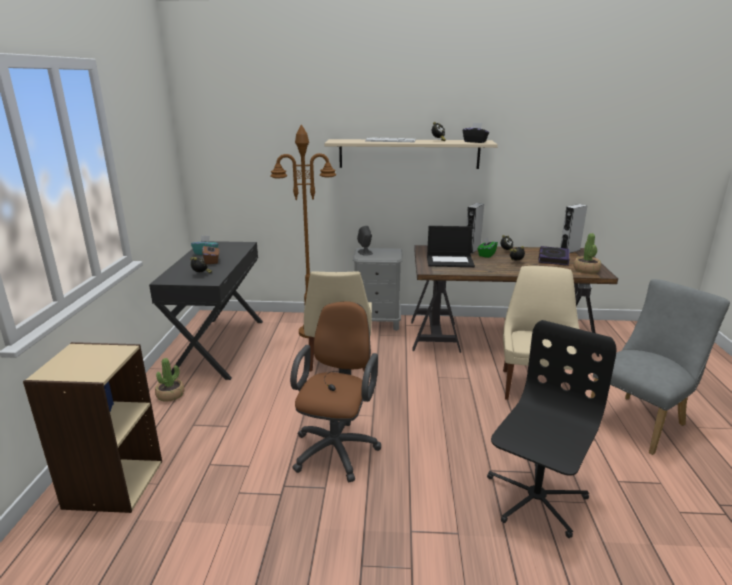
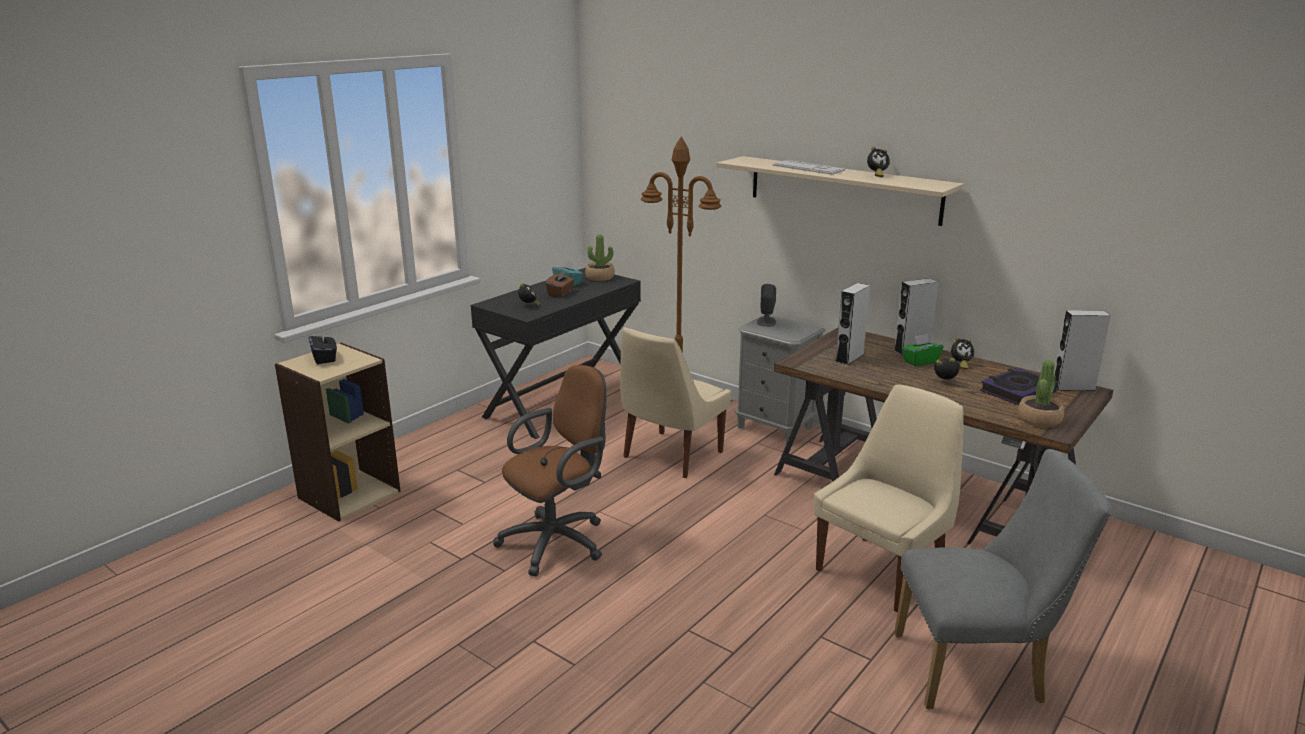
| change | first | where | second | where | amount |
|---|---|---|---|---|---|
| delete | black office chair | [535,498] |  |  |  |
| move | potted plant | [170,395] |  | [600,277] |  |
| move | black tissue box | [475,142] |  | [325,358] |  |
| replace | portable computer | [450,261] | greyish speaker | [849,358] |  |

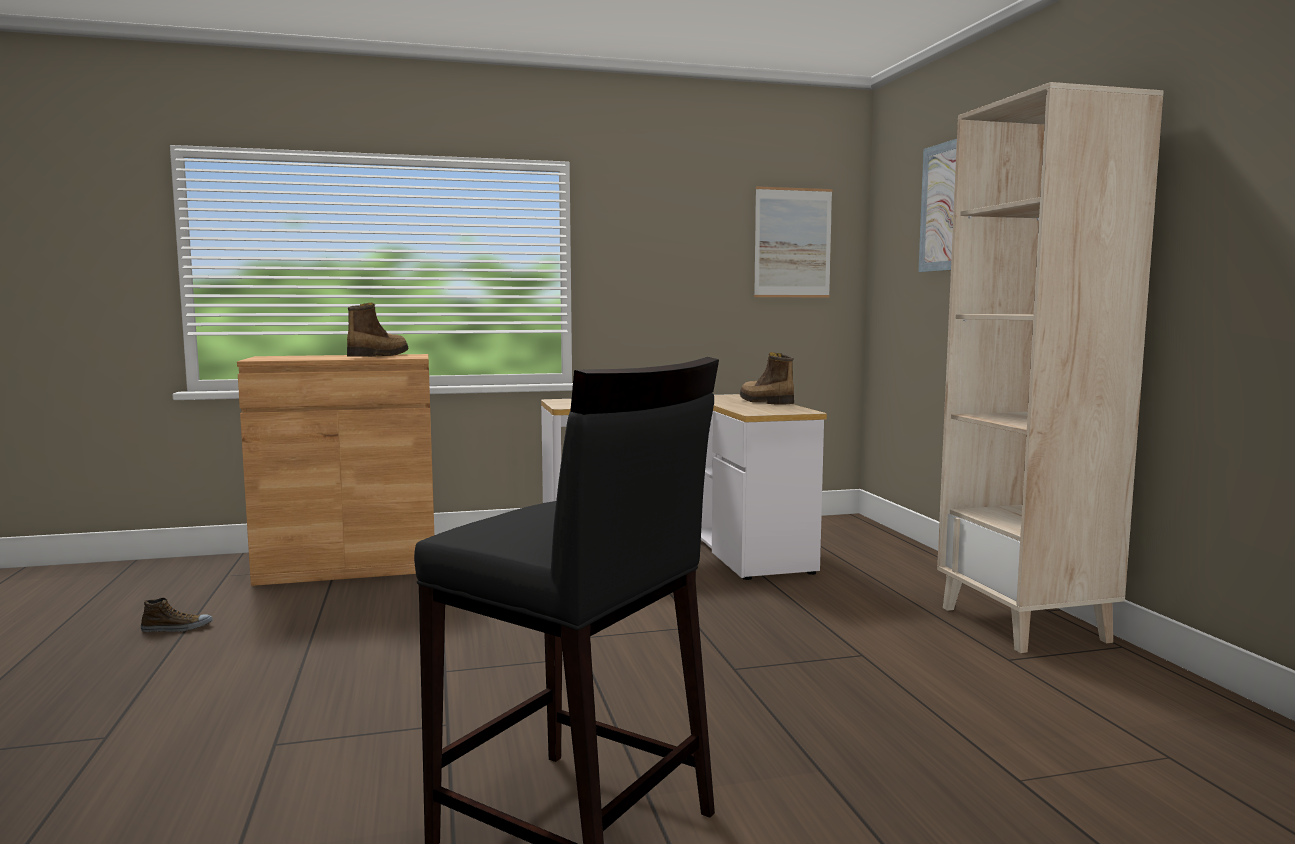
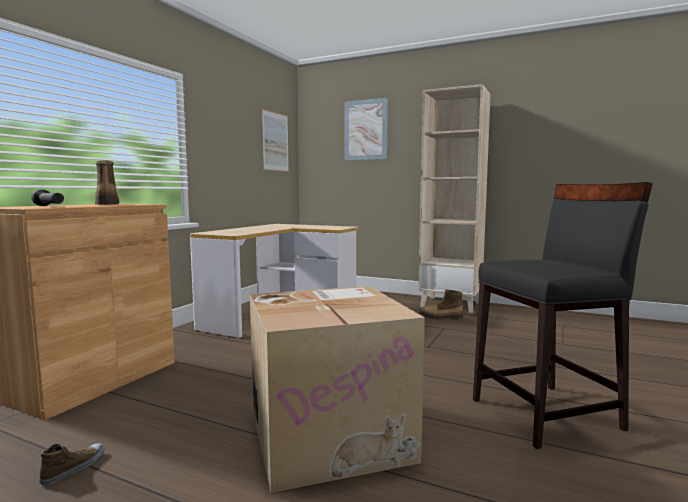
| change | first | where | second | where | amount |
|---|---|---|---|---|---|
| insert |  |  | black hand torch | [49,206] |  |
| insert |  |  | cardboard box | [330,435] |  |
| move | boot | [765,402] |  | [440,318] |  |

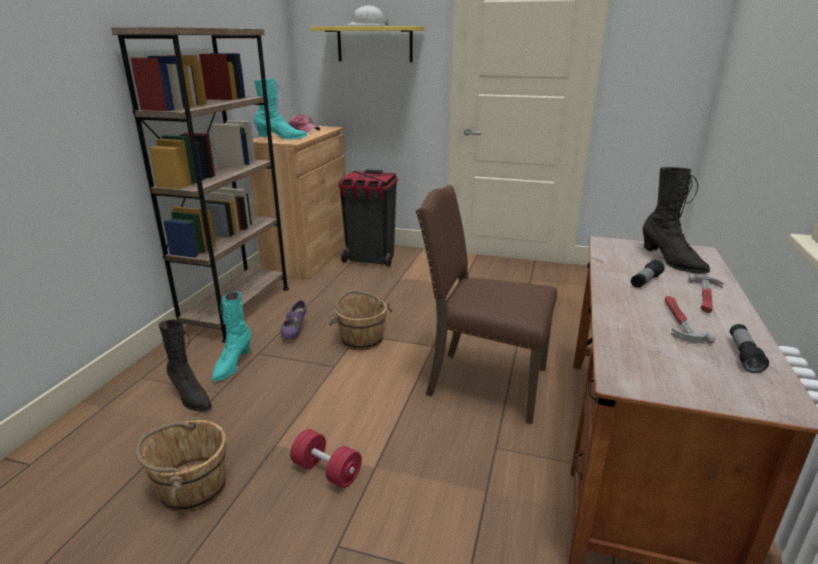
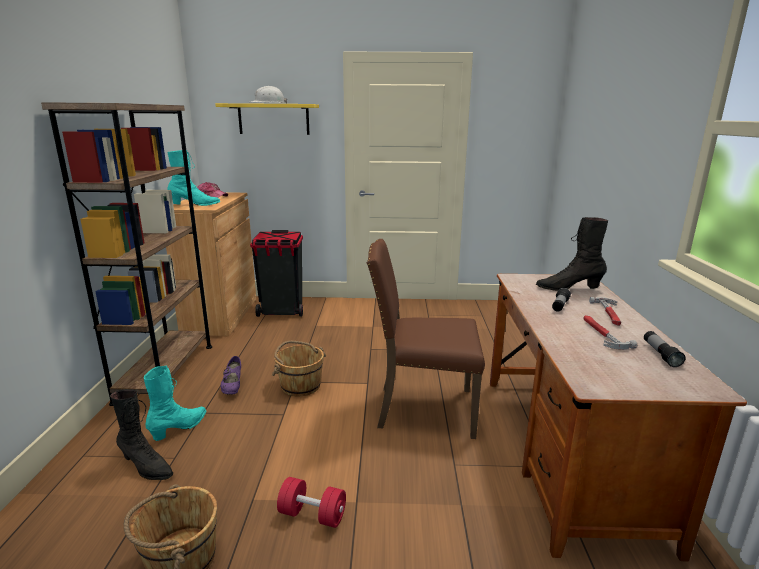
| change | first | where | second | where | amount |
|---|---|---|---|---|---|
| rotate | turquoise-coloured boot | [232,365] |  | [180,428] | 150 degrees counterclockwise |
| rotate | black boot | [671,261] |  | [568,288] | 135 degrees clockwise |

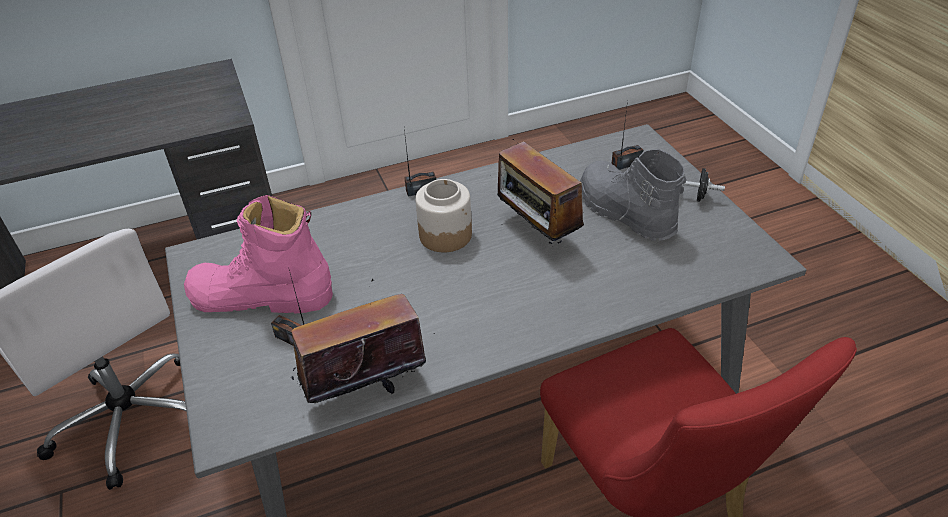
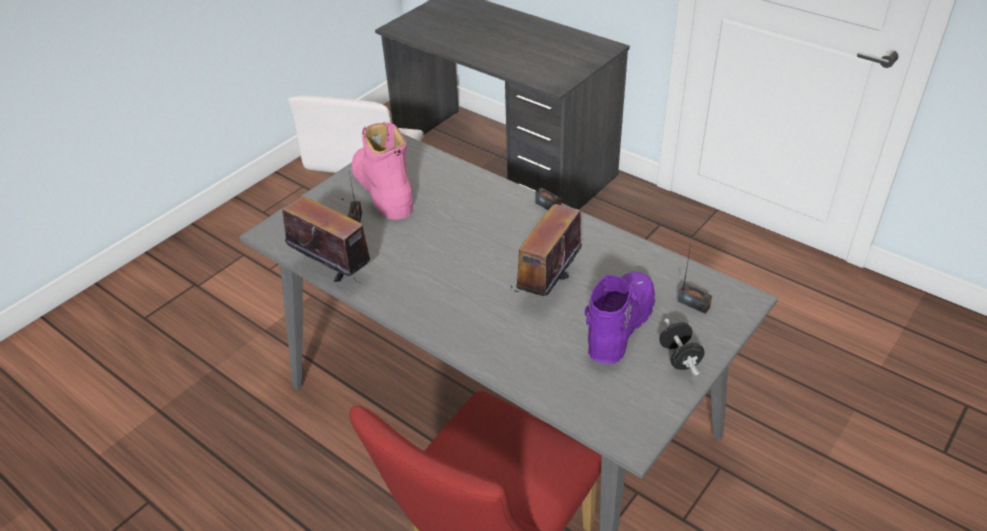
| change | first | where | second | where | amount |
|---|---|---|---|---|---|
| delete | storage jar | [445,235] |  |  |  |
| recolor | greyish boot | [624,213] | purple-coloured boot | [618,326] |  |

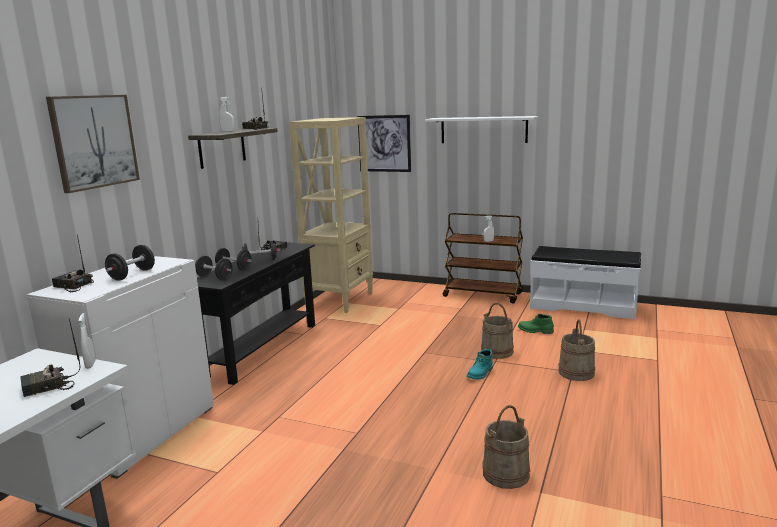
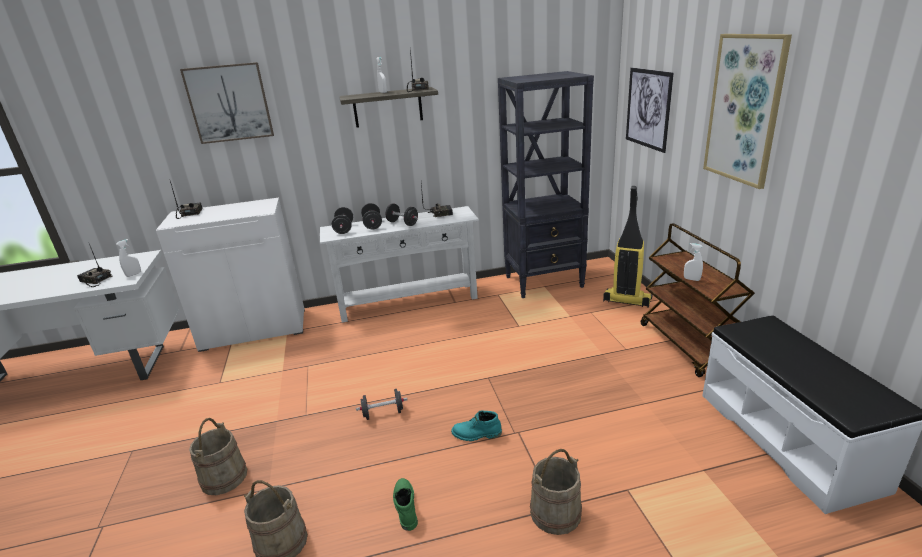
| change | first | where | second | where | amount |
|---|---|---|---|---|---|
| insert |  |  | hoover | [626,301] |  |
| move | black dumbbell | [132,275] |  | [383,413] |  |
| move | sand-coloured water bucket | [497,352] |  | [223,477] |  |
| move | green-coloured boot | [535,331] |  | [405,507] |  |
| replace | white-coloured wall shelf | [483,130] | picture | [744,110] |  |
| recolor | black hall table | [263,349] | white-coloured hall table | [408,302] |  |
| recolor | sand-coloured bookcase | [340,300] | black bookcase | [544,282] |  |

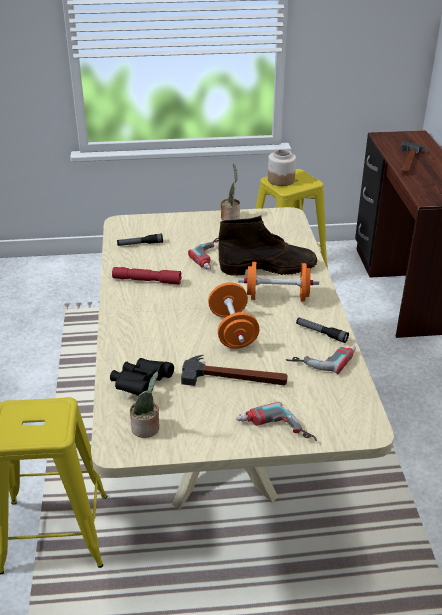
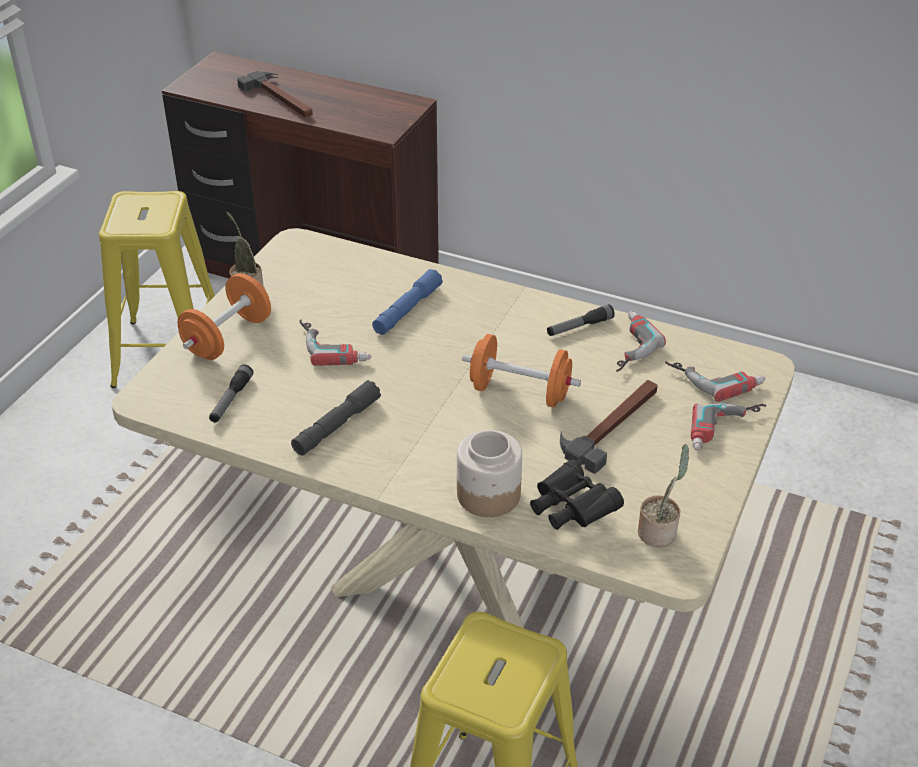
| change | first | where | second | where | amount |
|---|---|---|---|---|---|
| insert |  |  | electric drill | [715,377] |  |
| move | orange dumbbell | [277,297] |  | [228,337] |  |
| move | storage jar | [280,180] |  | [487,494] |  |
| replace | brown-coloured boot | [268,267] | blue-coloured hand torch | [407,309] |  |
| recolor | red hand torch | [147,281] | greyish hand torch | [337,426] |  |

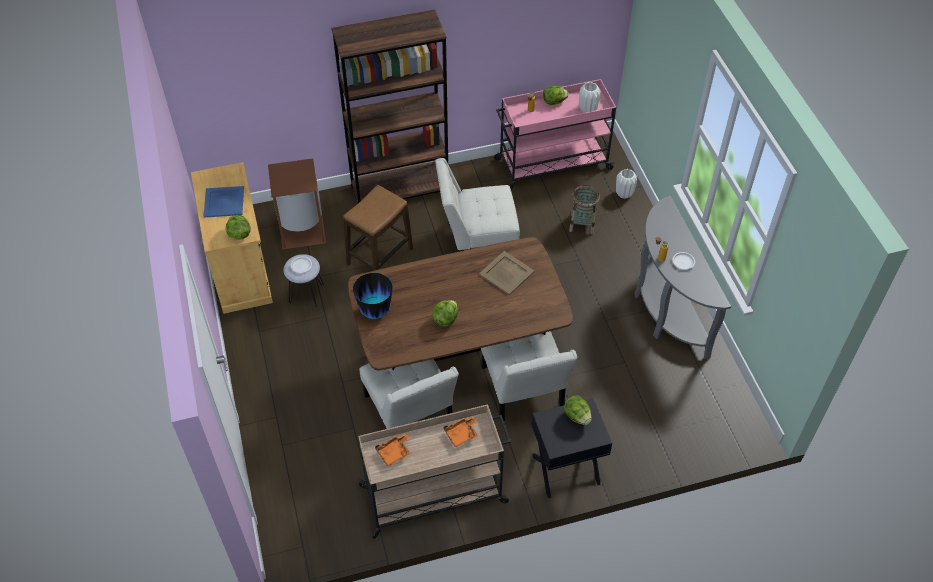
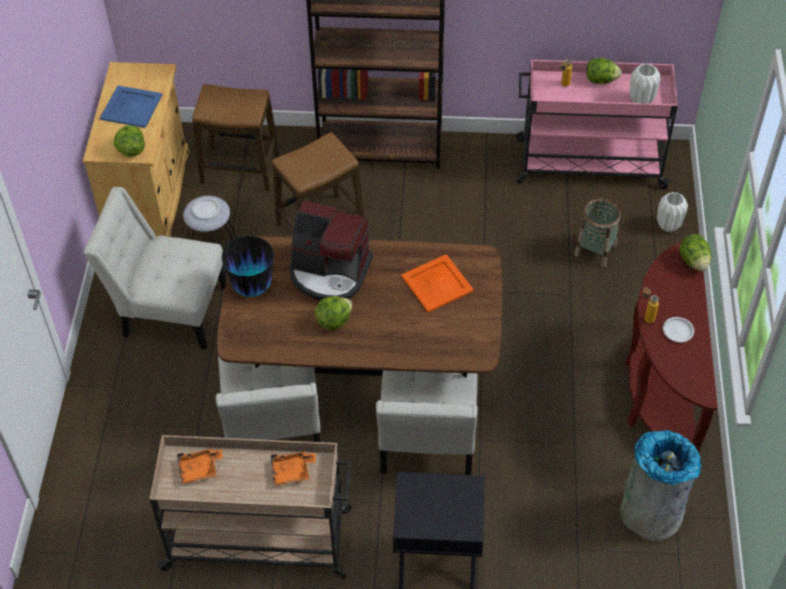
| change | first | where | second | where | amount |
|---|---|---|---|---|---|
| insert |  |  | coffee brewer | [329,272] |  |
| insert |  |  | greyish trash can | [651,515] |  |
| move | white-coloured plain chair | [477,241] |  | [169,309] |  |
| move | lettuce head | [577,416] |  | [693,261] |  |
| replace | brown-coloured trash can | [301,231] | stool seat | [239,169] |  |
| recolor | sand-coloured carrying tray | [506,273] | orange carrying tray | [437,284] |  |
| recolor | greyish hall table | [666,310] | brown-coloured hall table | [659,393] |  |

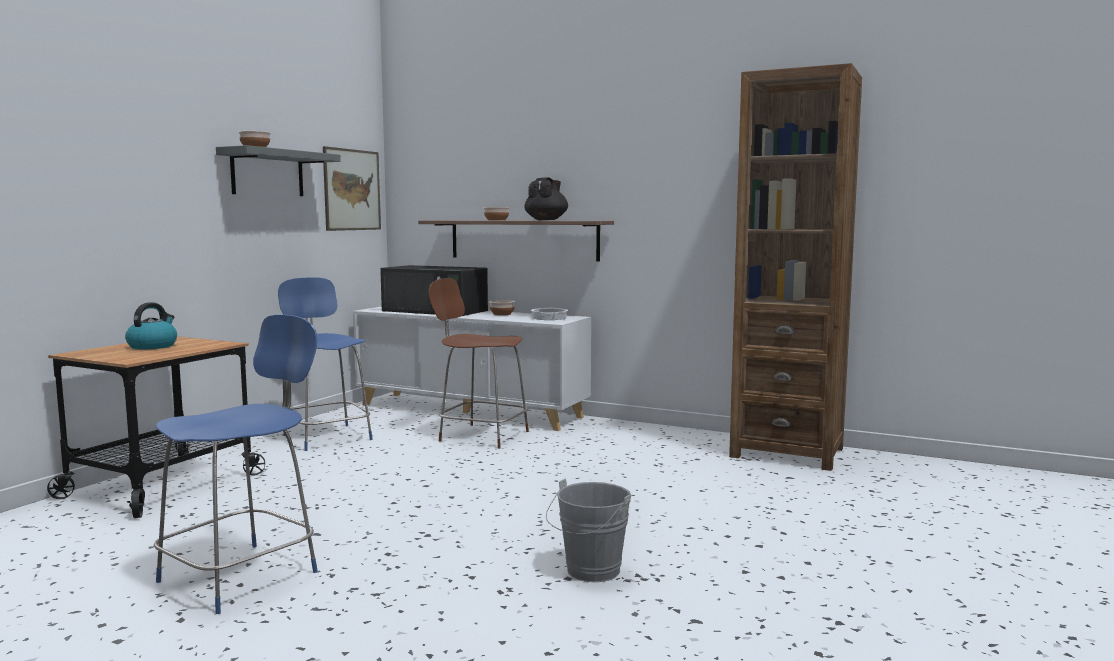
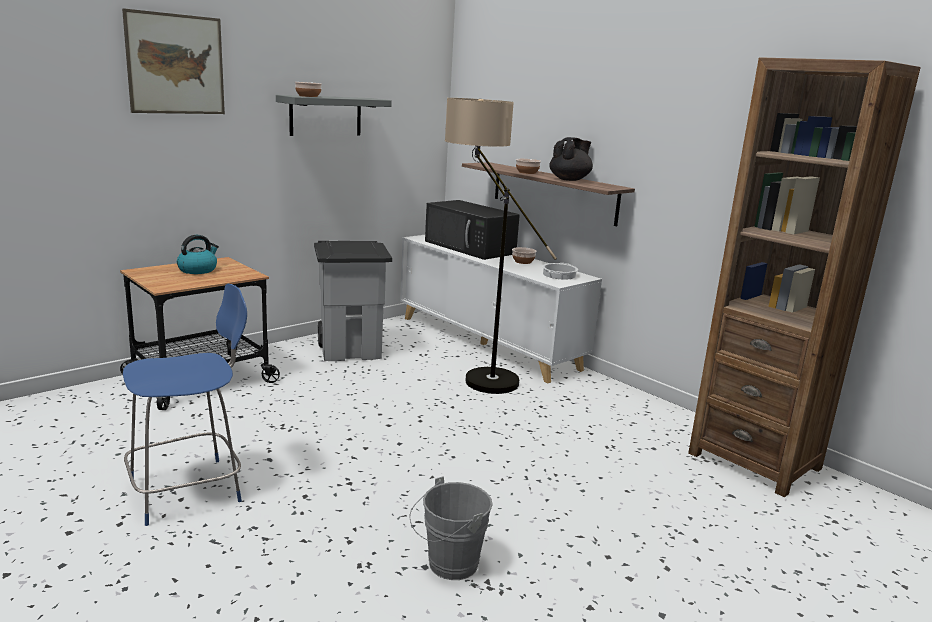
| change | first | where | second | where | amount |
|---|---|---|---|---|---|
| move | picture | [352,190] |  | [176,64] |  |
| replace | blue-coloured plain chair | [326,436] | greyish trash can | [351,350] |  |
| replace | brown-coloured plain chair | [481,435] | standing lamp | [475,375] |  |

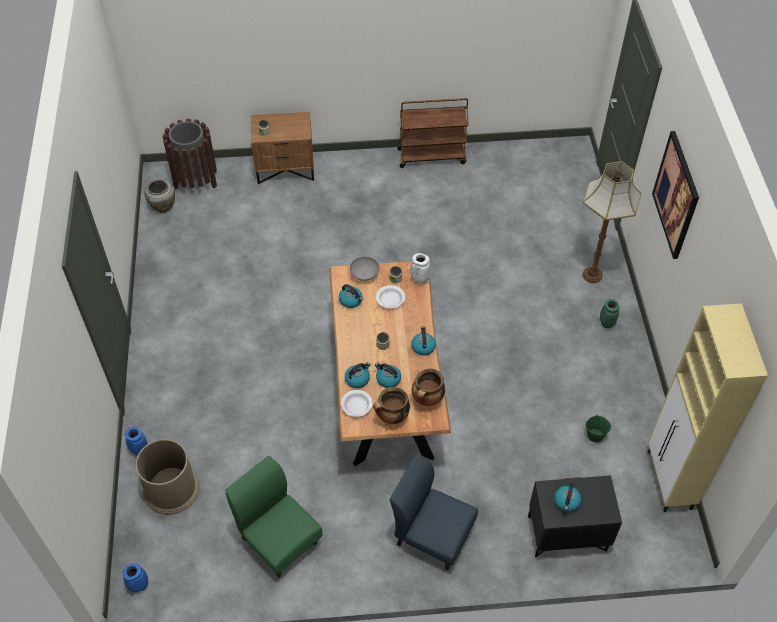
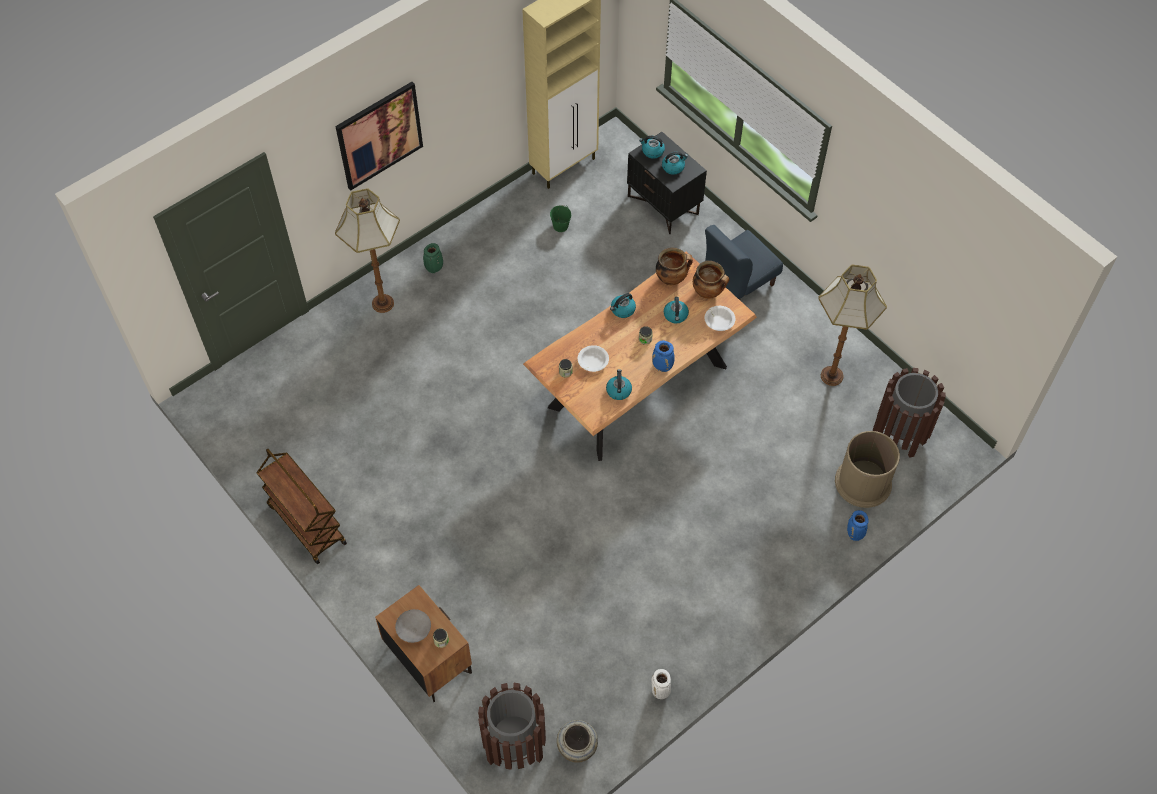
| change | first | where | second | where | amount |
|---|---|---|---|---|---|
| insert |  |  | brown-coloured trash can | [900,434] |  |
| move | blue-coloured flower vase | [138,586] |  | [663,367] |  |
| move | water kettle | [357,379] |  | [652,151] |  |
| move | greyish deep dish | [365,275] |  | [414,630] |  |
| move | white-coloured flower vase | [419,279] |  | [660,692] |  |
| replace | green-coloured plain chair | [279,540] | standing lamp | [832,377] |  |
| rotate | blue-coloured plain chair | [432,535] |  | [738,283] | 60 degrees clockwise |

